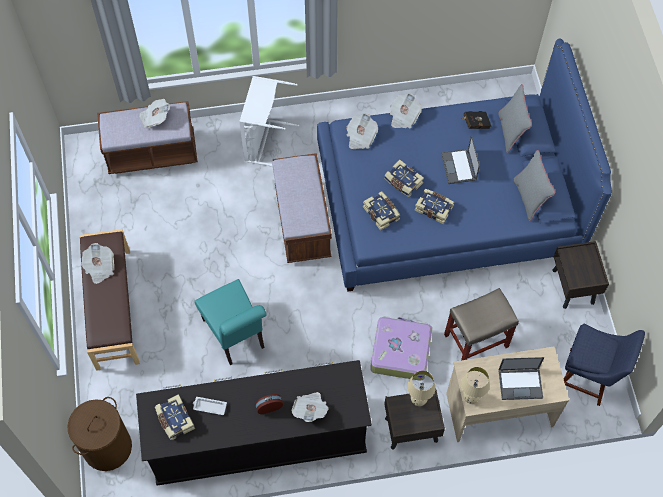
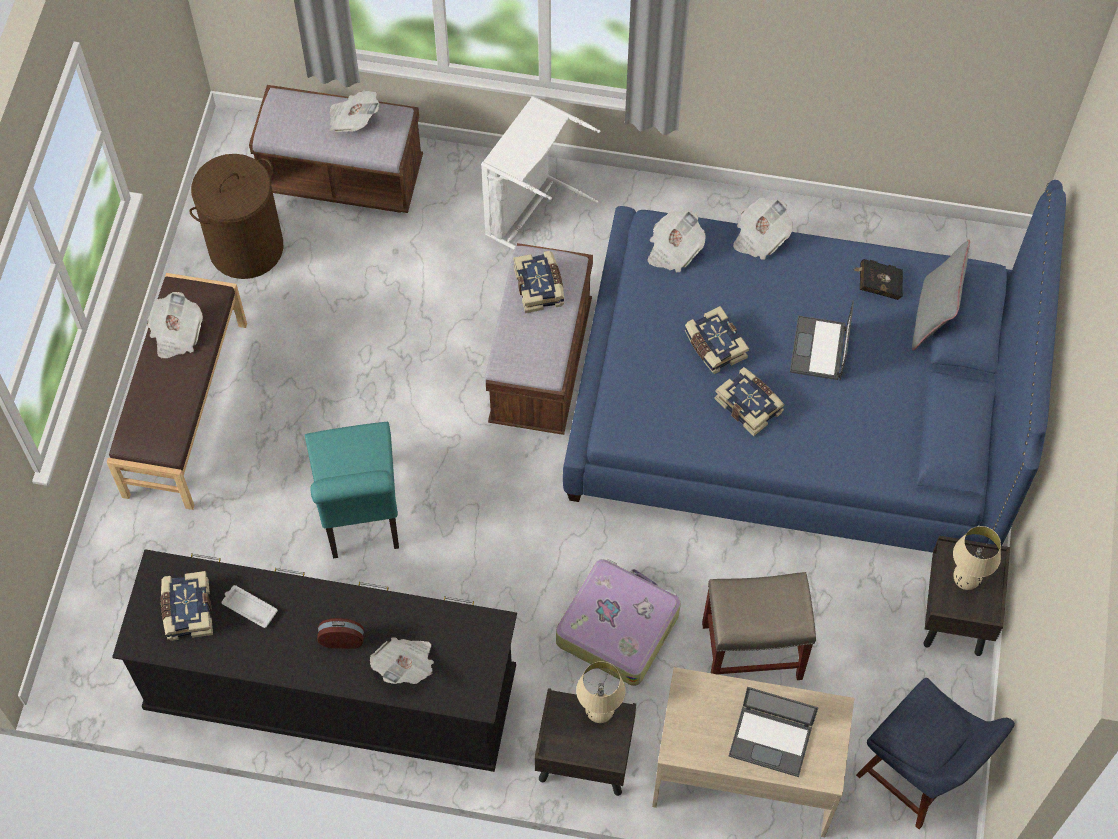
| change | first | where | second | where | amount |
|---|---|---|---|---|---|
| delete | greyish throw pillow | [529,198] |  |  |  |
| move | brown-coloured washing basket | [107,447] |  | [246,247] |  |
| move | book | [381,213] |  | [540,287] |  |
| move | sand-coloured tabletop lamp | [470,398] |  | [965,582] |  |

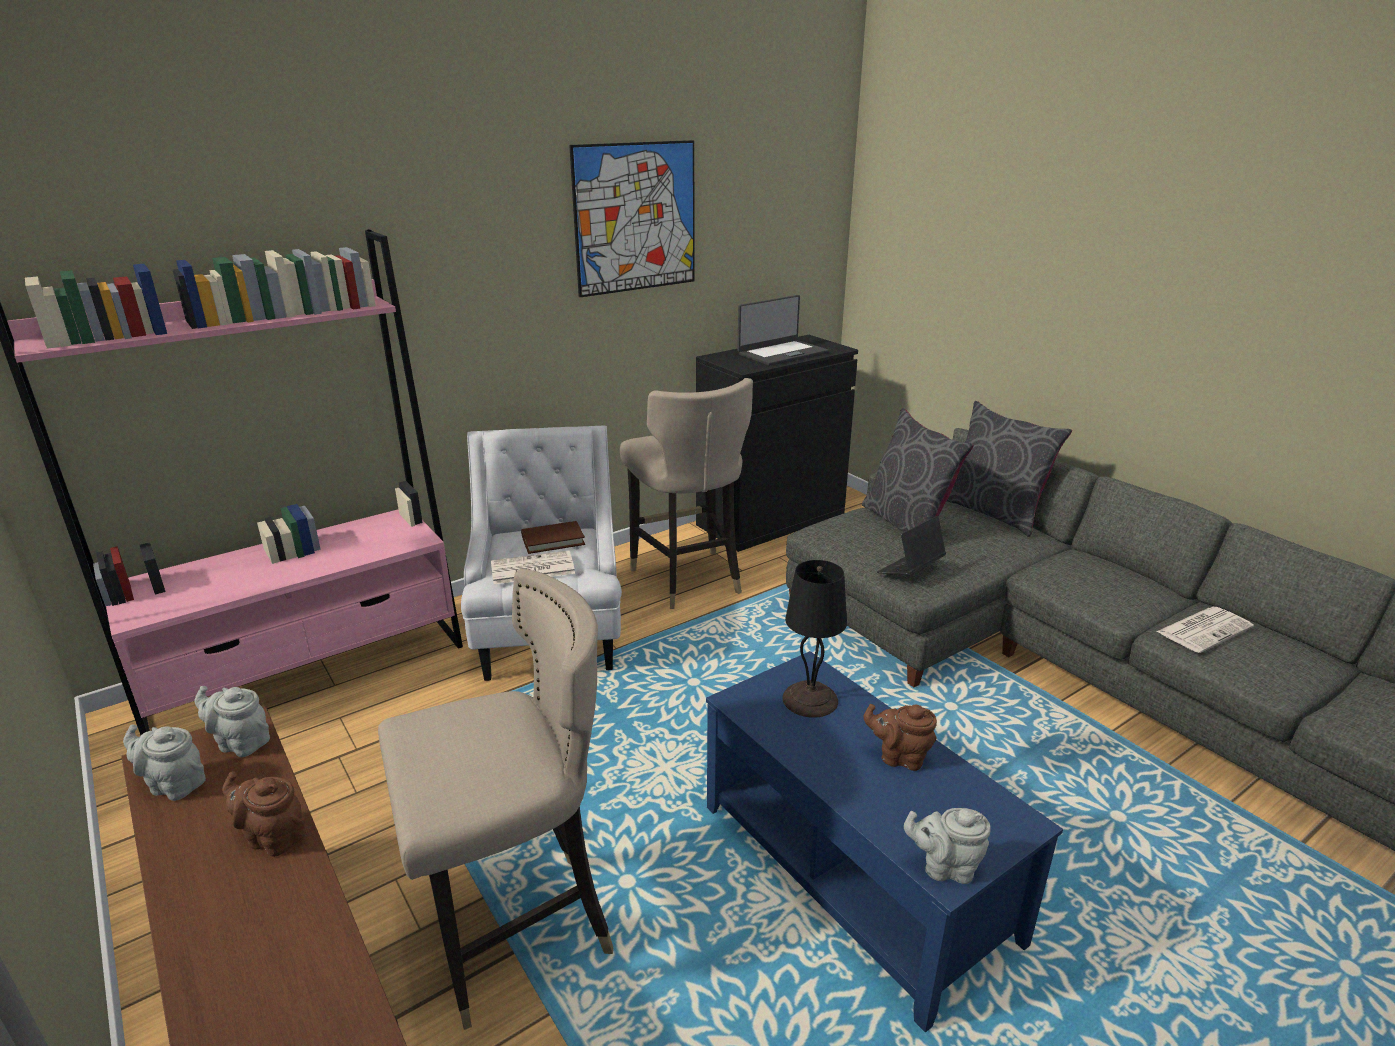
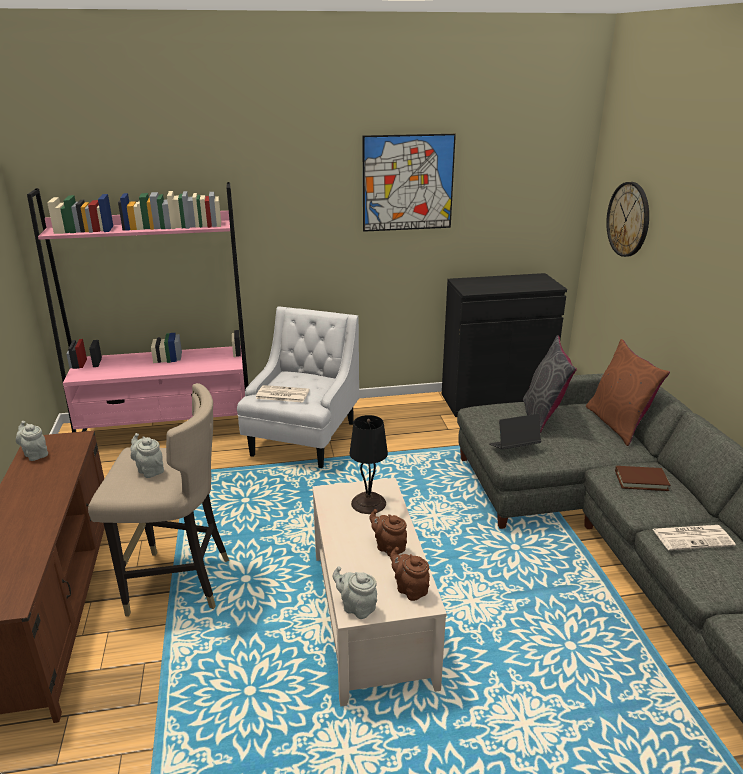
| change | first | where | second | where | amount |
|---|---|---|---|---|---|
| delete | sand-coloured stool seat | [687,579] |  |  |  |
| delete | portable computer | [782,353] |  |  |  |
| insert |  |  | clock on the wall | [628,219] |  |
| move | greyish pot for tea | [241,743] |  | [149,470] |  |
| move | brown-coloured pot for tea | [273,837] |  | [410,589] |  |
| move | brown-coloured book | [553,540] |  | [641,480] |  |
| recolor | blue-coloured low table | [854,872] | sand-coloured low table | [371,617] |  |
| recolor | greyish throw pillow | [993,512] | brown-coloured throw pillow | [618,424] |  |

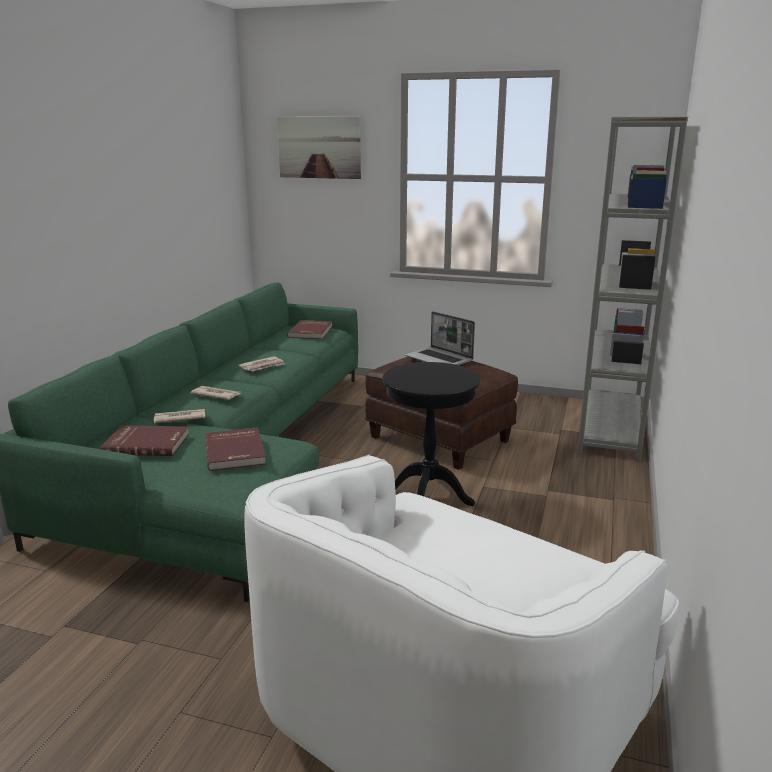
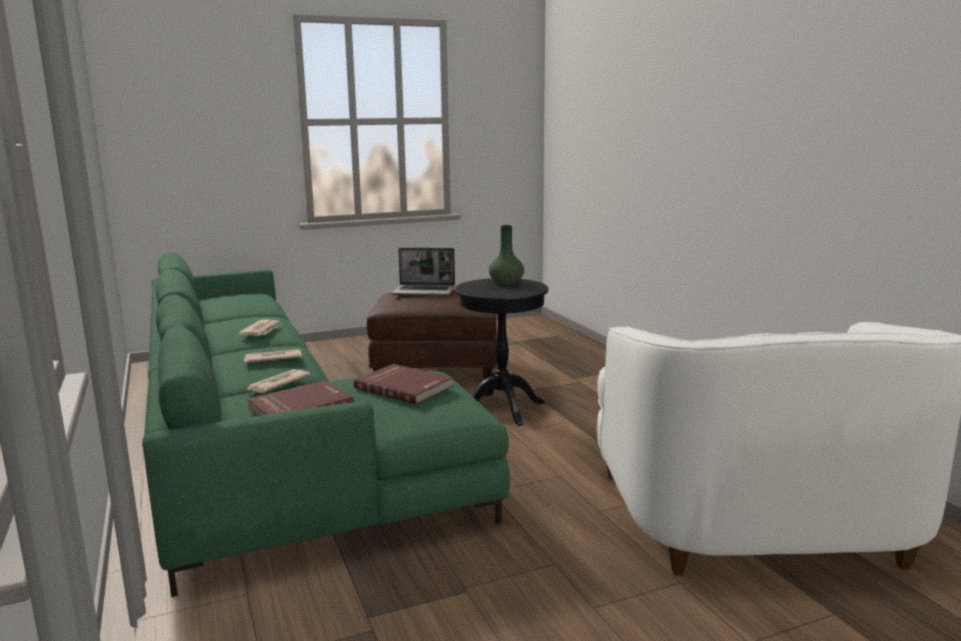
| change | first | where | second | where | amount |
|---|---|---|---|---|---|
| delete | picture | [319,147] |  |  |  |
| delete | red book | [311,332] |  |  |  |
| delete | greyish bookcase | [610,429] |  |  |  |
| insert |  |  | green-coloured flower vase | [506,283] |  |

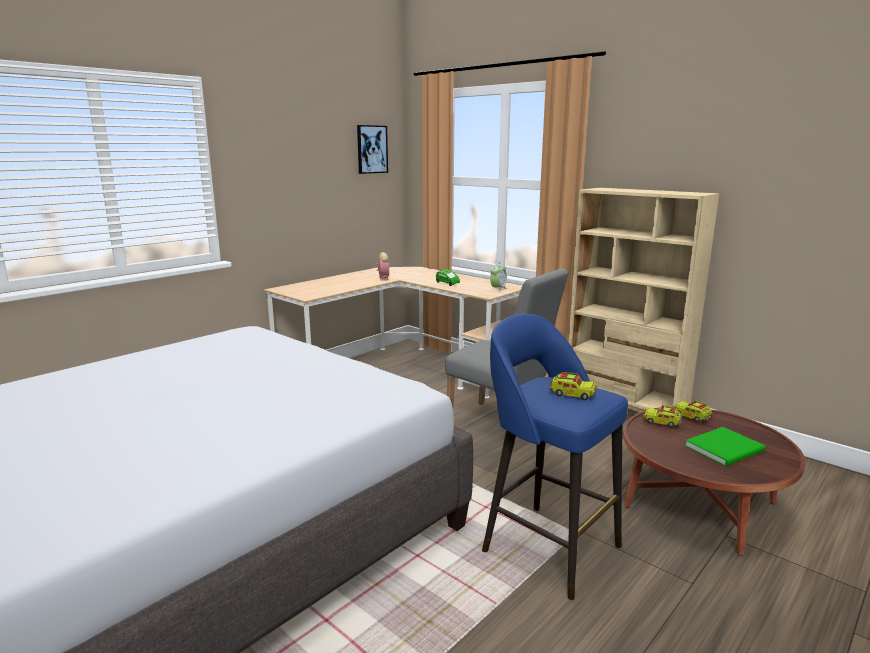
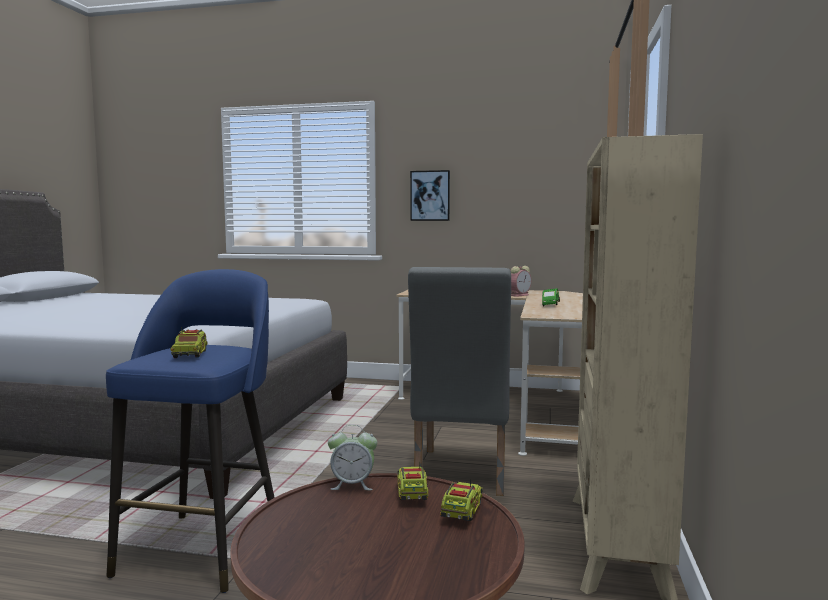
| change | first | where | second | where | amount |
|---|---|---|---|---|---|
| delete | green-coloured book | [727,448] |  |  |  |
| move | picture | [371,149] |  | [430,195] |  |
| move | alarm clock | [498,289] |  | [352,485] |  |

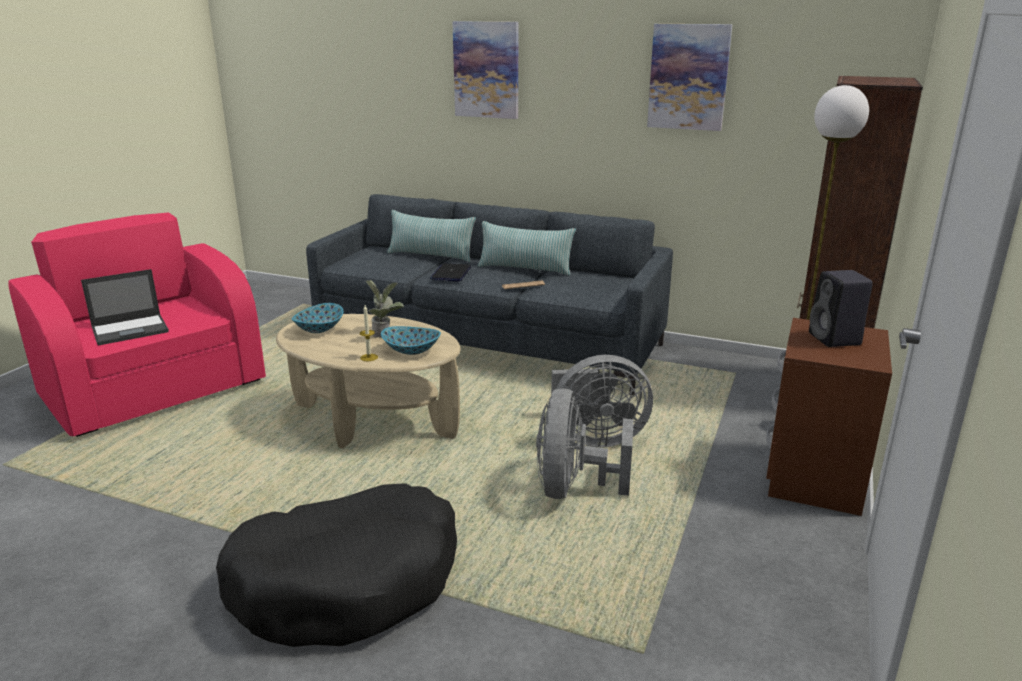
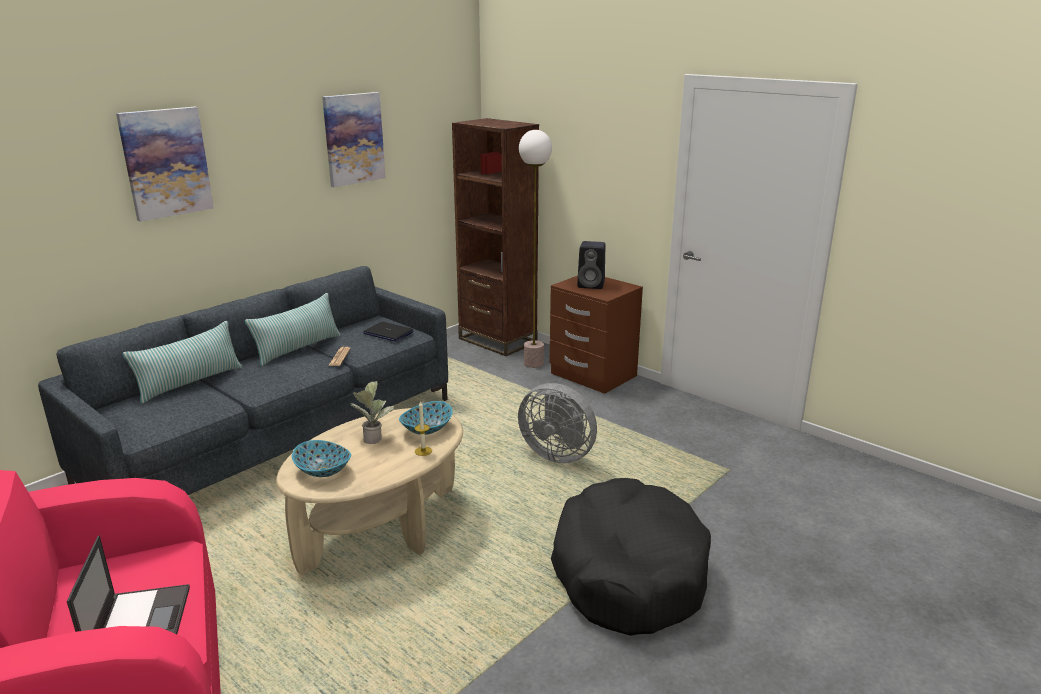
| change | first | where | second | where | amount |
|---|---|---|---|---|---|
| delete | greyish fan | [595,438] |  |  |  |
| move | portable computer | [451,273] |  | [388,333] |  |

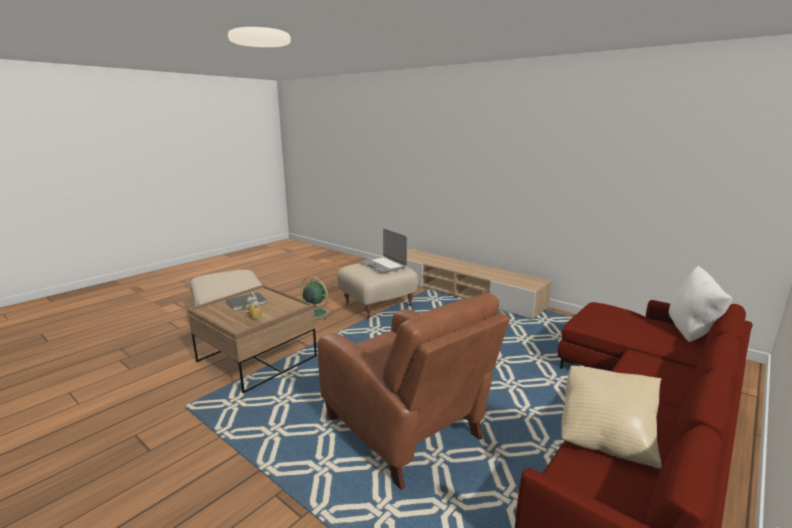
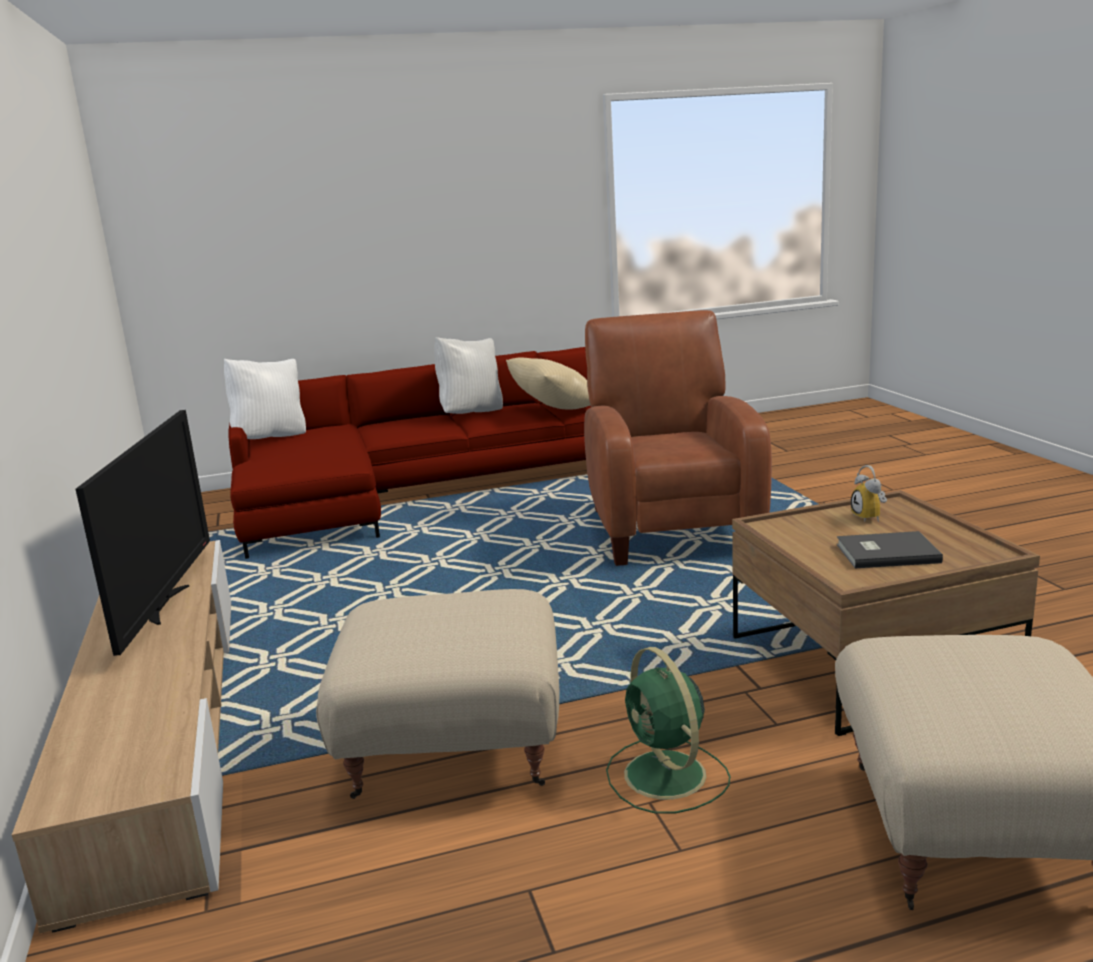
| change | first | where | second | where | amount |
|---|---|---|---|---|---|
| delete | portable computer | [383,265] |  |  |  |
| insert |  |  | TV set | [165,605] |  |
| insert |  |  | white-coloured throw pillow | [471,413] |  |

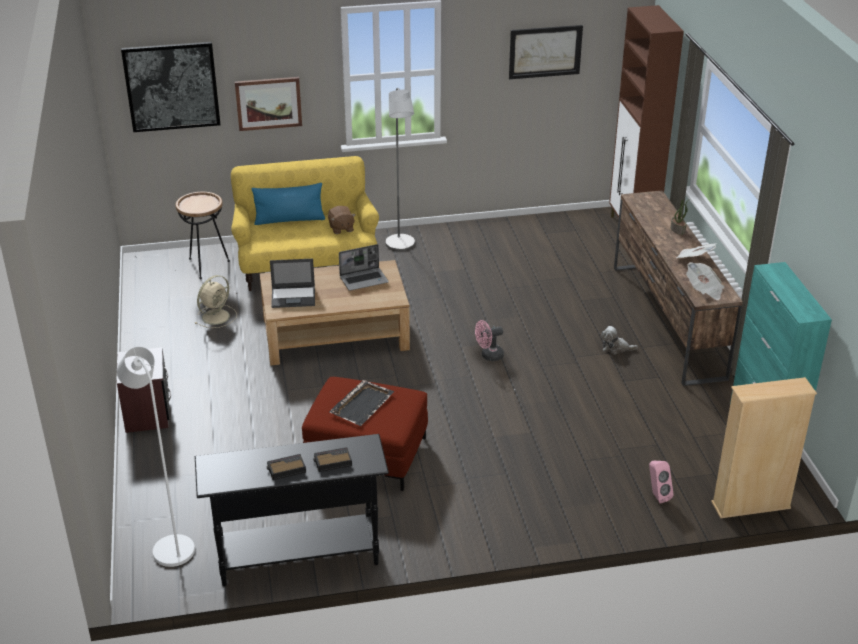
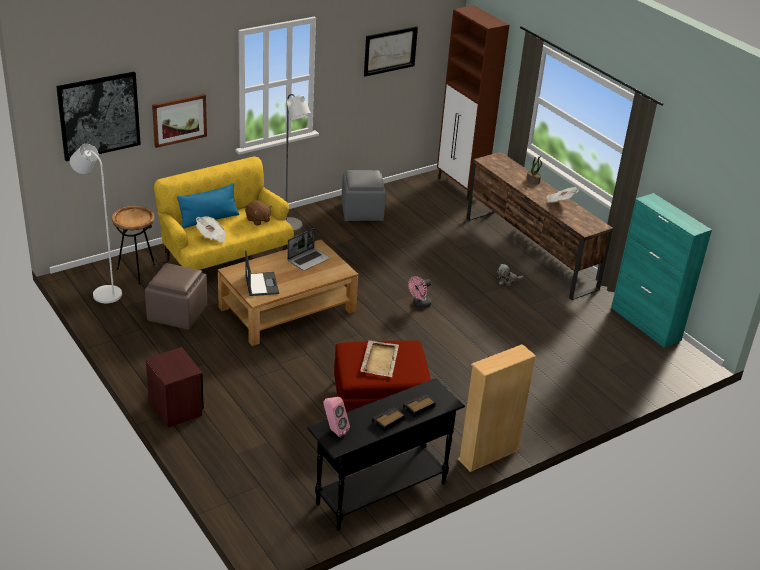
| change | first | where | second | where | amount |
|---|---|---|---|---|---|
| insert |  |  | greyish ottoman | [362,212] |  |
| move | white-coloured standing lamp | [170,546] |  | [103,293] |  |
| move | pinkish speaker | [657,496] |  | [334,430] |  |
| move | newspaper | [704,290] |  | [212,236] |  |
| move | sand-coloured bookcase | [750,505] |  | [488,455] |  |
| replace | sand-coloured fan | [216,316] | brown-coloured ottoman | [177,313] |  |
| recolor | black carrying tray | [362,404] | sand-coloured carrying tray | [380,360] |  |
| rotate | portable computer | [294,297] |  | [261,284] | 75 degrees counterclockwise |

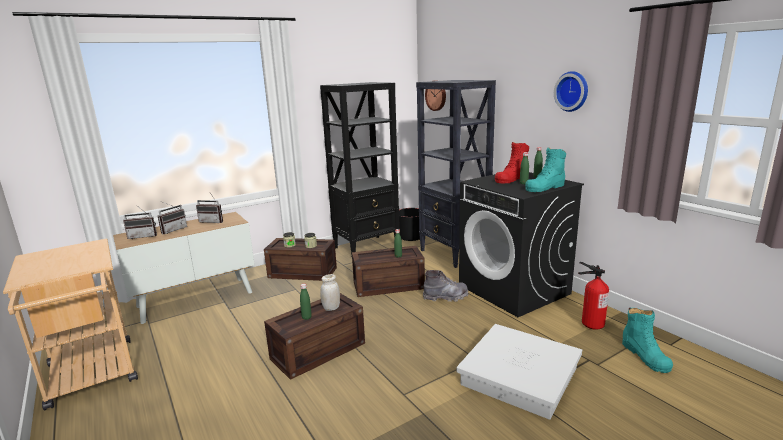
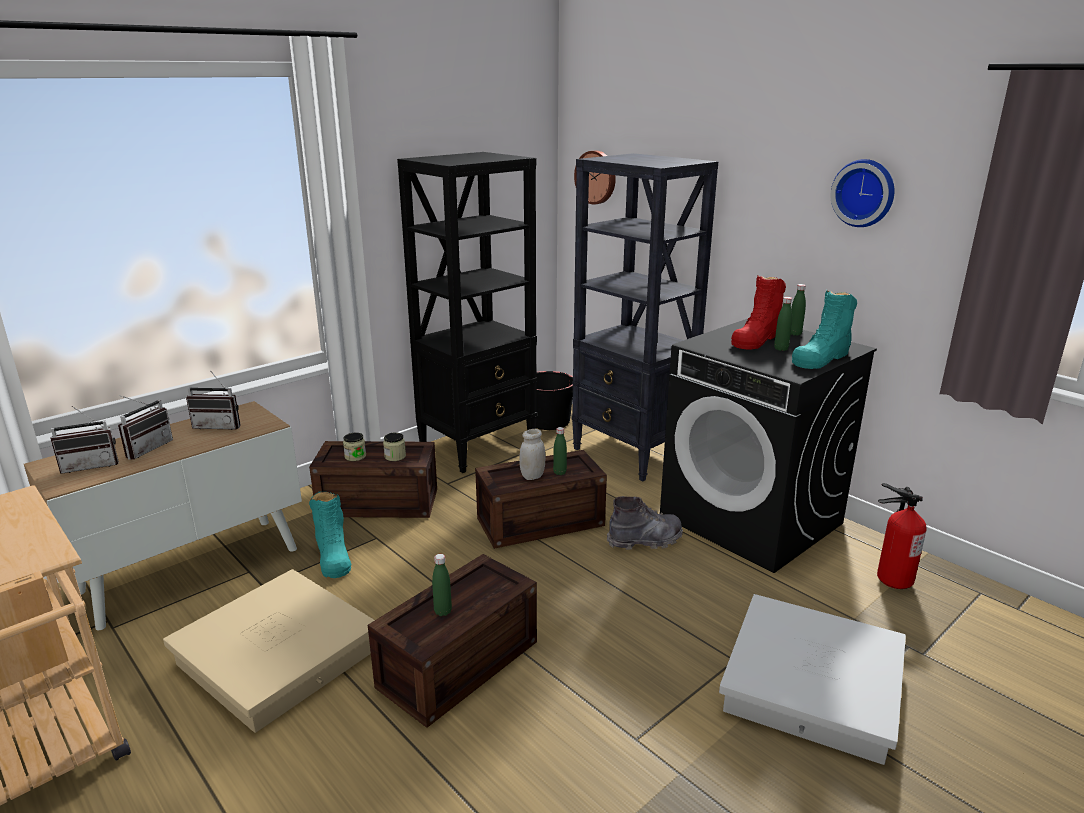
| change | first | where | second | where | amount |
|---|---|---|---|---|---|
| insert |  |  | sand-coloured storage container | [278,656] |  |
| move | white-coloured storage jar | [331,308] |  | [532,476] |  |
| move | turquoise-coloured boot | [645,356] |  | [333,557] |  |

